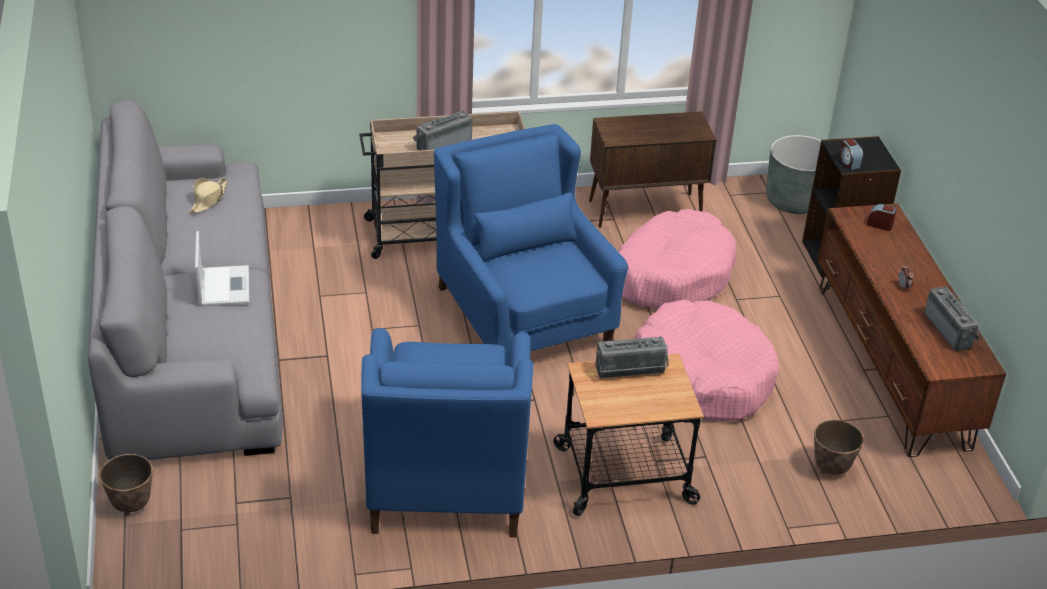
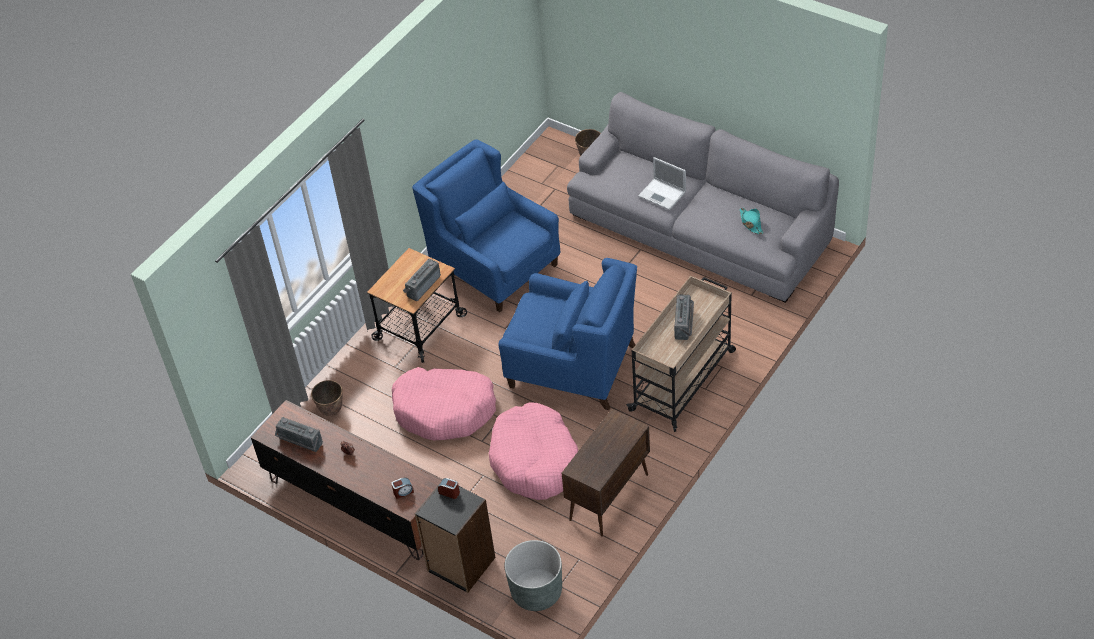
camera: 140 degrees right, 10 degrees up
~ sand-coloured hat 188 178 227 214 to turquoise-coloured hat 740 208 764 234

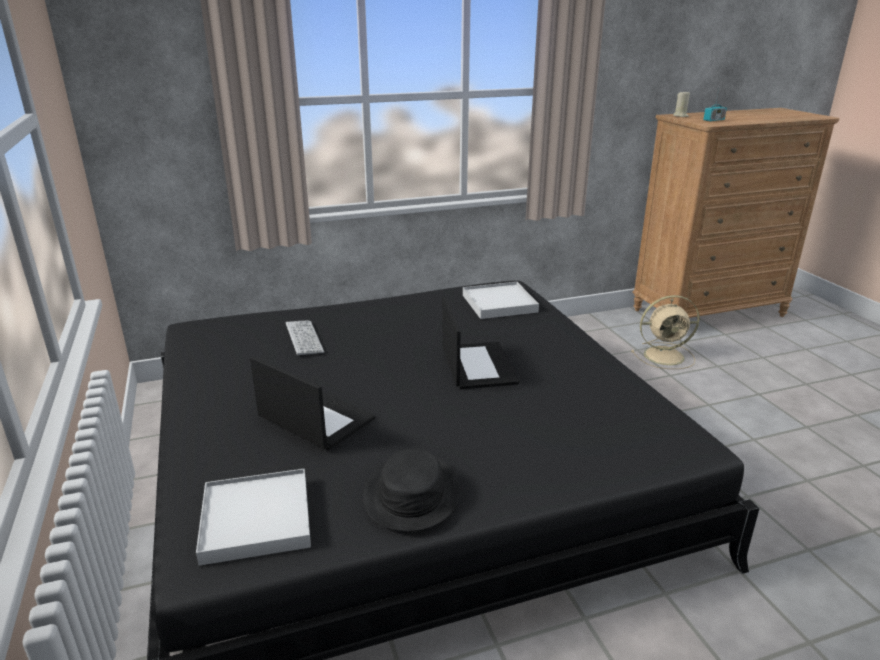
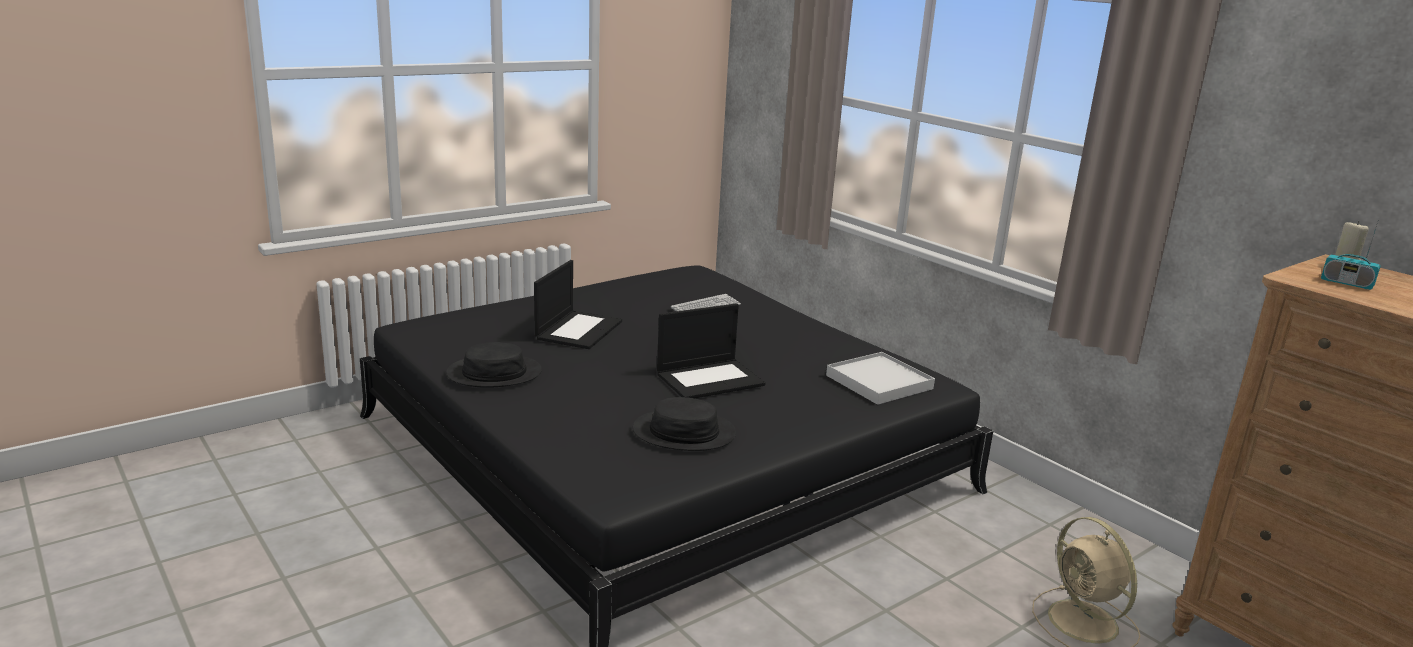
camera: 70 degrees right, 5 degrees down
+ black-coloured hat 633 397 736 451
- white-coloured tray 196 469 311 566

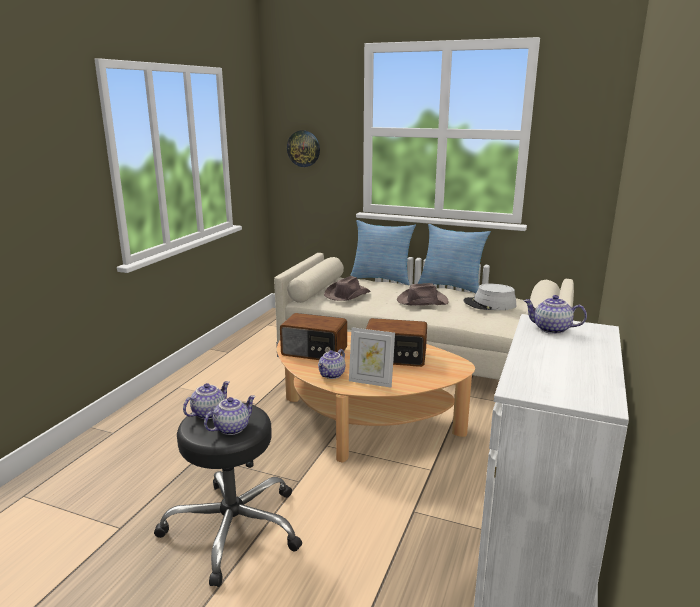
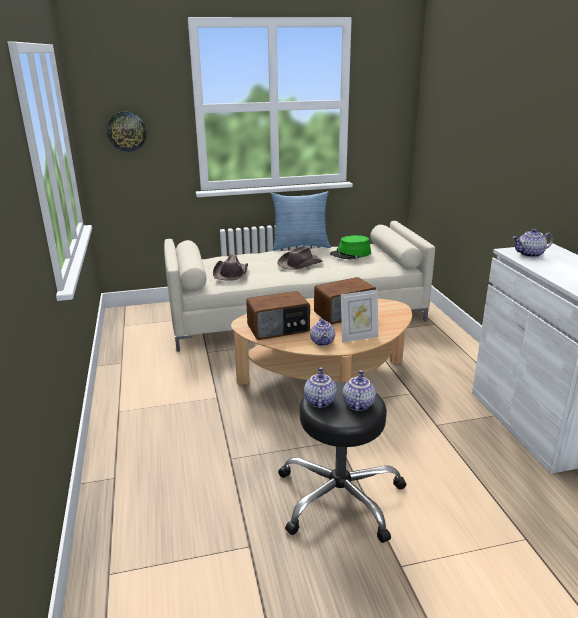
camera: 35 degrees left, 5 degrees up
~ grey hat 463 284 517 310 to greenish hat 330 235 371 260
- cushion 350 220 416 285

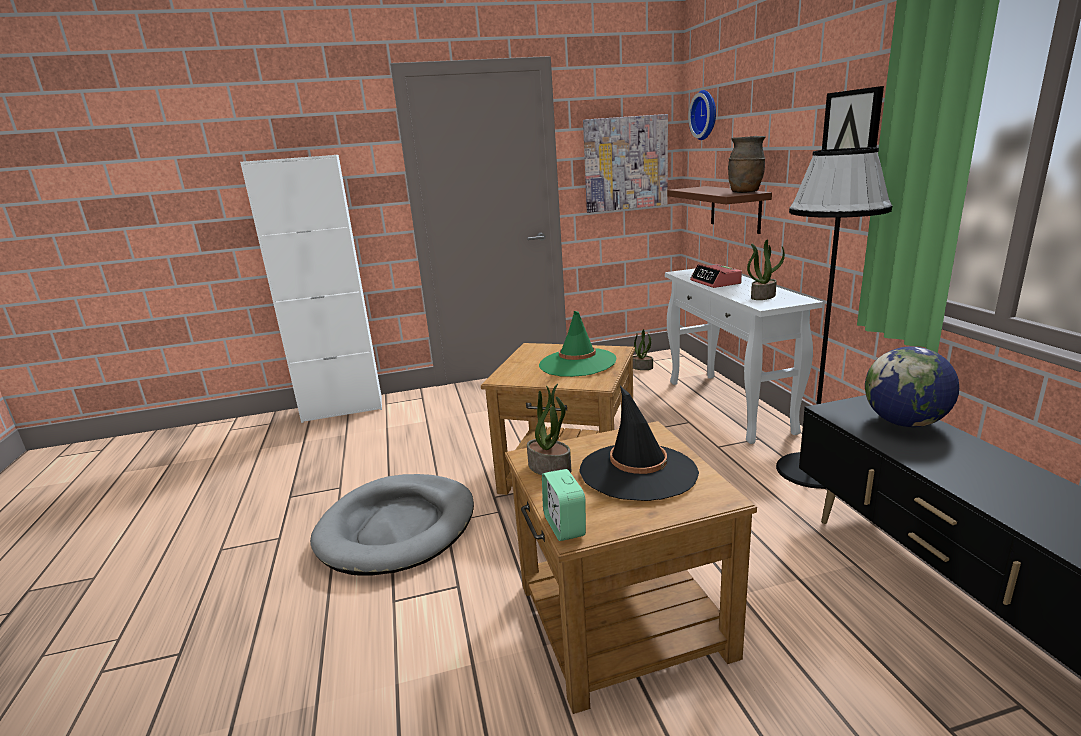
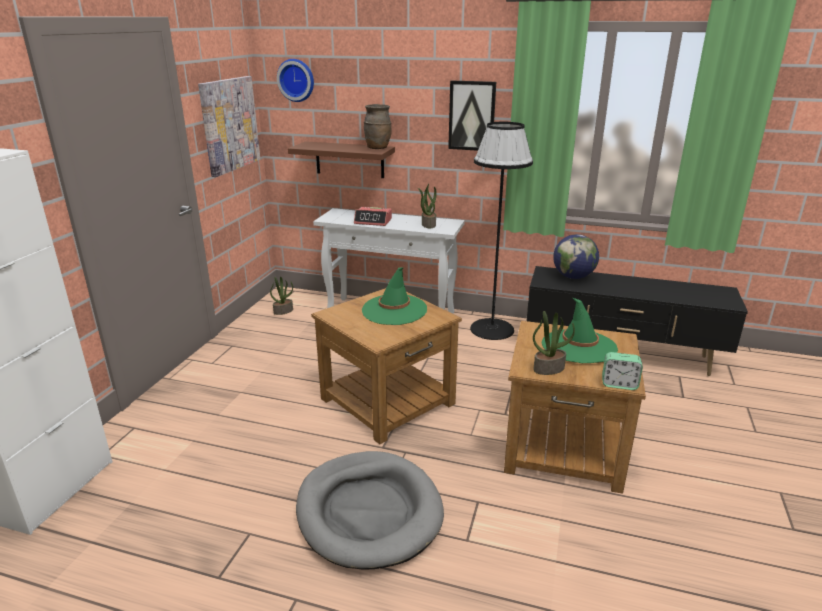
camera: 60 degrees left, 5 degrees up
~ black-coloured hat 579 386 699 501 to greenish hat 542 298 618 363

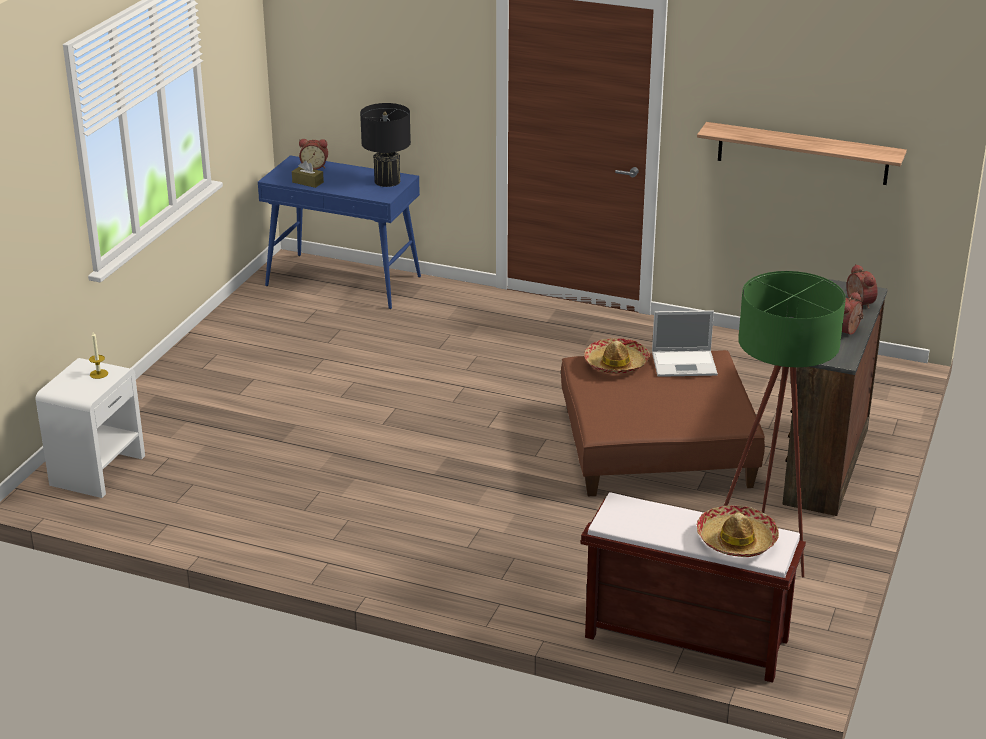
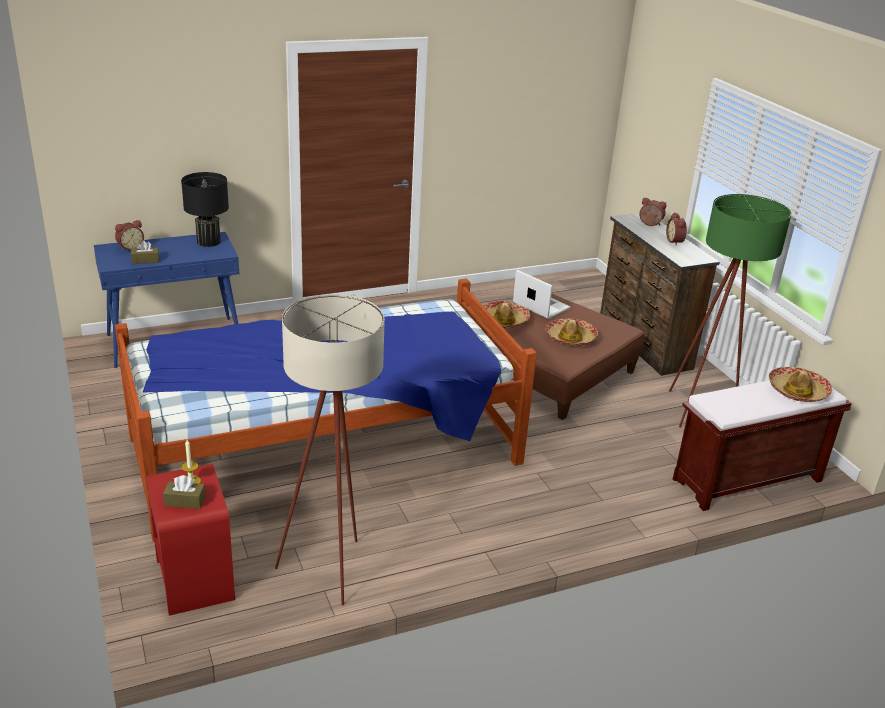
camera: 45 degrees left, 0 degrees up
+ sleeping bed 115 278 537 542
~ white-coloured night table 35 358 145 498 to red night table 146 464 235 616
+ brown-coloured box of tissues 163 475 206 509
+ sand-coloured standing lamp 275 294 385 606
~ portable computer 652 310 718 377 = 513 270 570 319 90 degrees counterclockwise
+ hat 545 319 598 346
- wall shelf 697 122 907 185

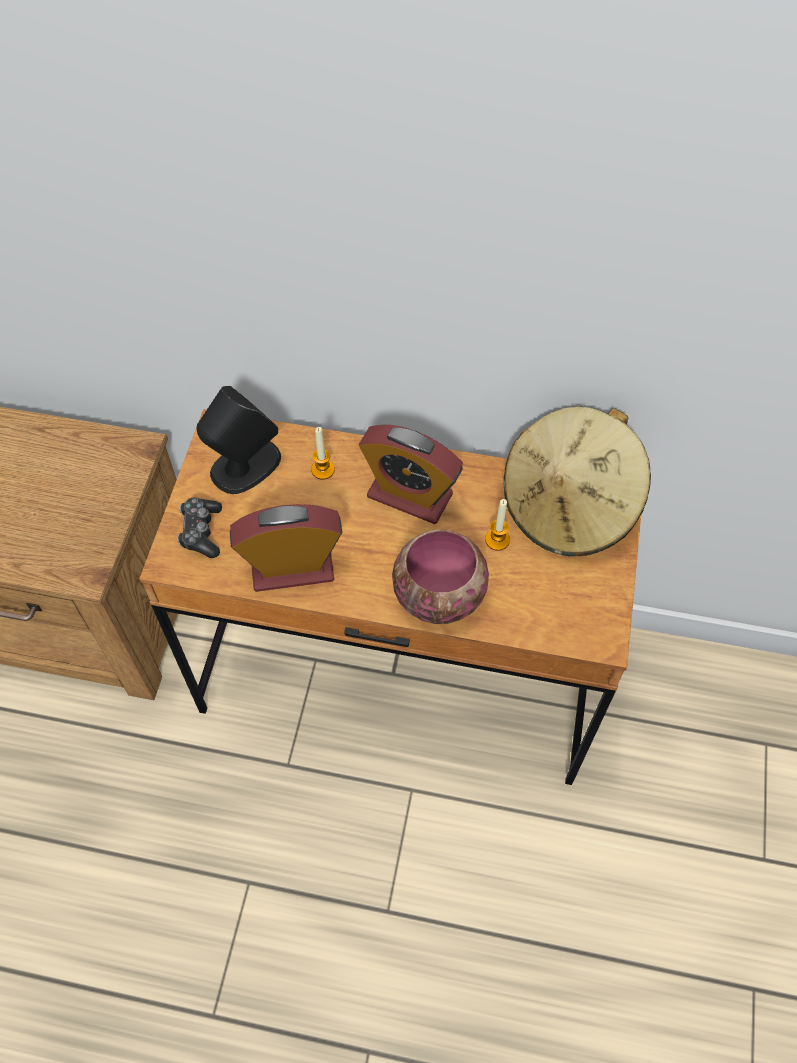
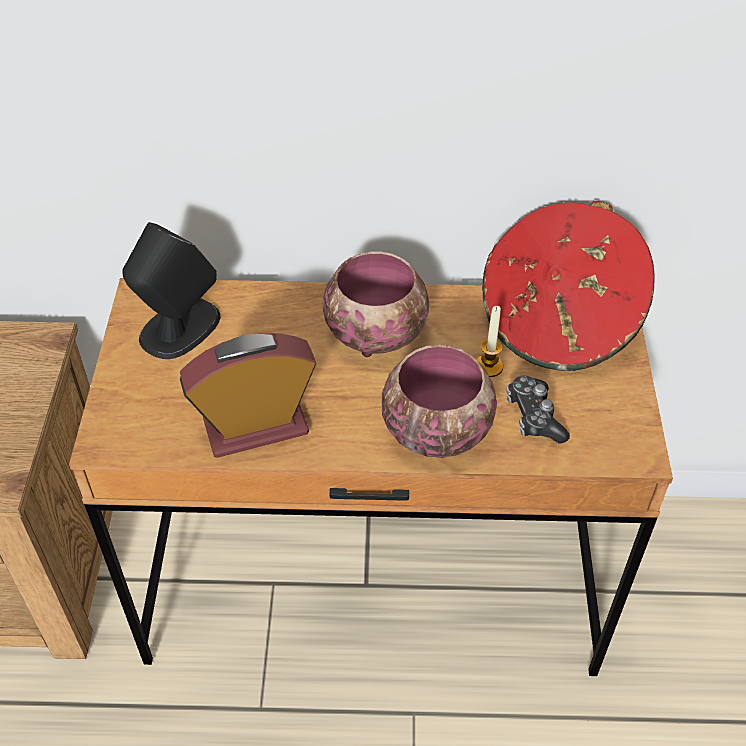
camera: 10 degrees left, 10 degrees down
~ bedside clock 359 425 463 524 to deep dish 323 252 429 357
~ sand-coloured hat 504 407 651 556 to red hat 482 200 655 371
~ joypad 177 497 222 558 to 506 375 570 444
- wax candle 311 427 335 480

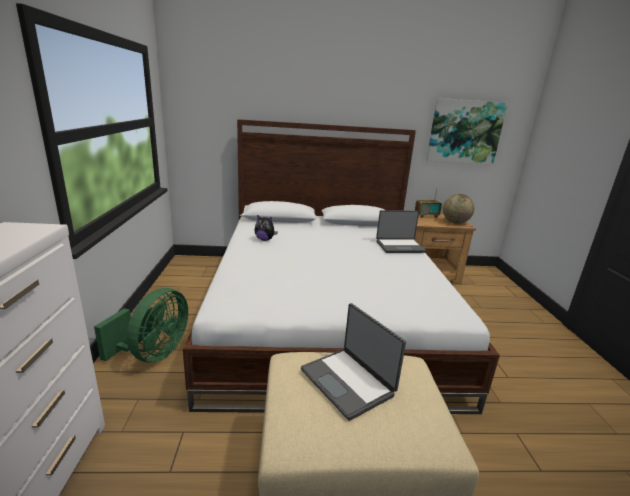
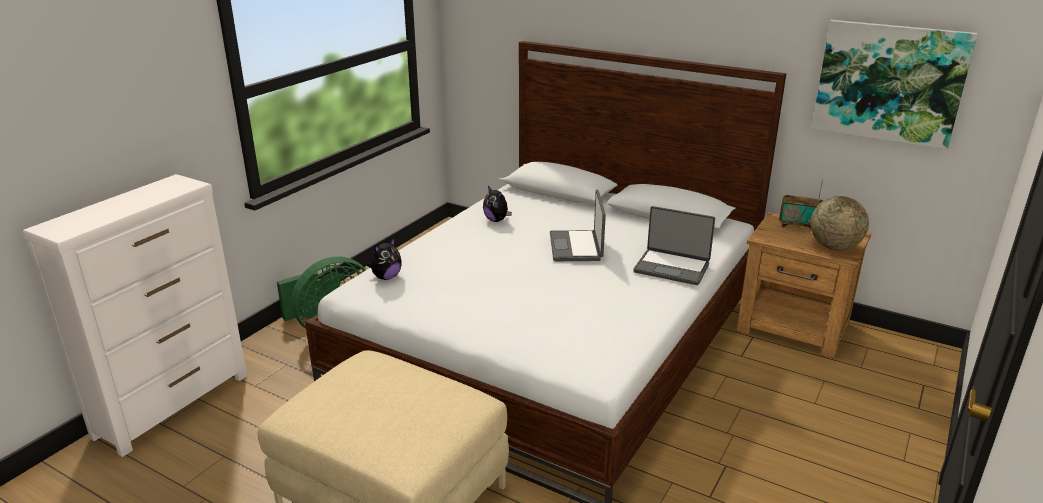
camera: 35 degrees right, 5 degrees up
+ cuddly toy 367 238 402 280
~ portable computer 301 303 406 421 to 550 190 606 261

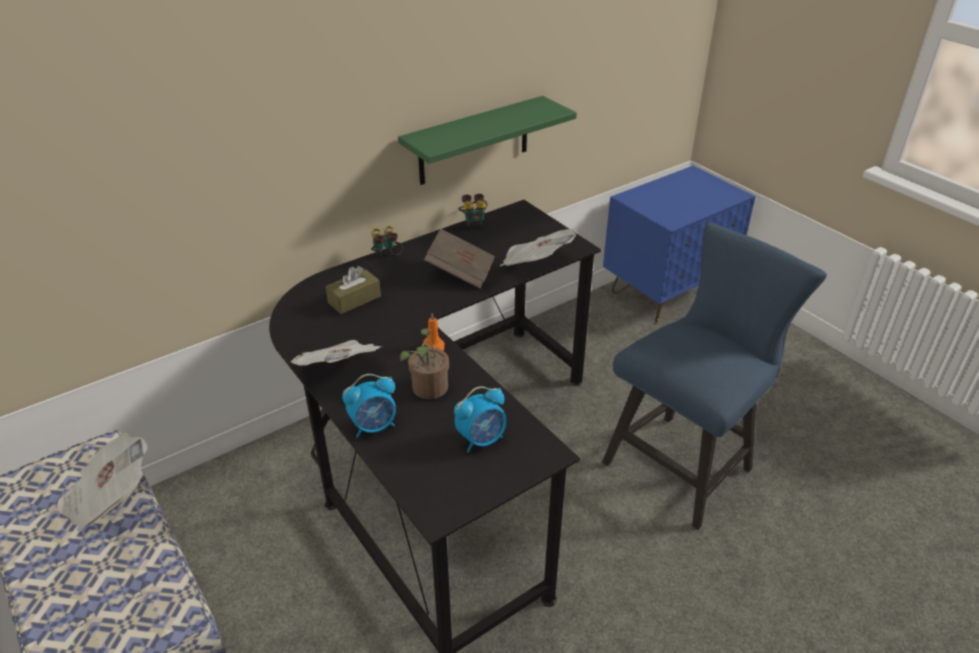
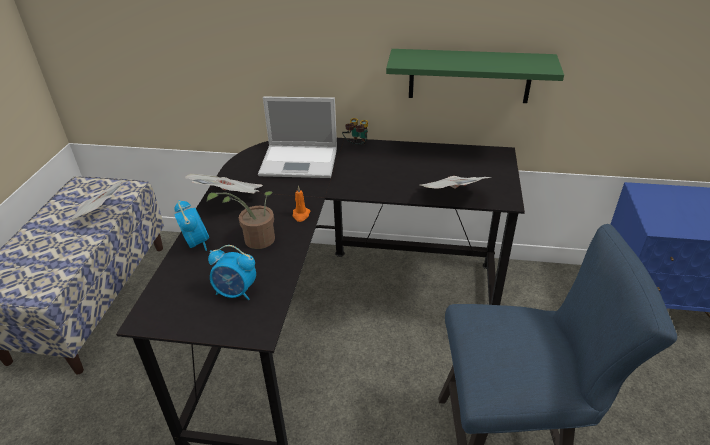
camera: 45 degrees right, 0 degrees up
~ bedside clock 342 374 396 438 = 174 200 209 251 135 degrees counterclockwise
~ brown-coloured box of tissues 325 266 381 314 to portable computer 258 97 337 178
- brown-coloured bound book 424 228 495 289
- pair of binoculars 458 194 487 228

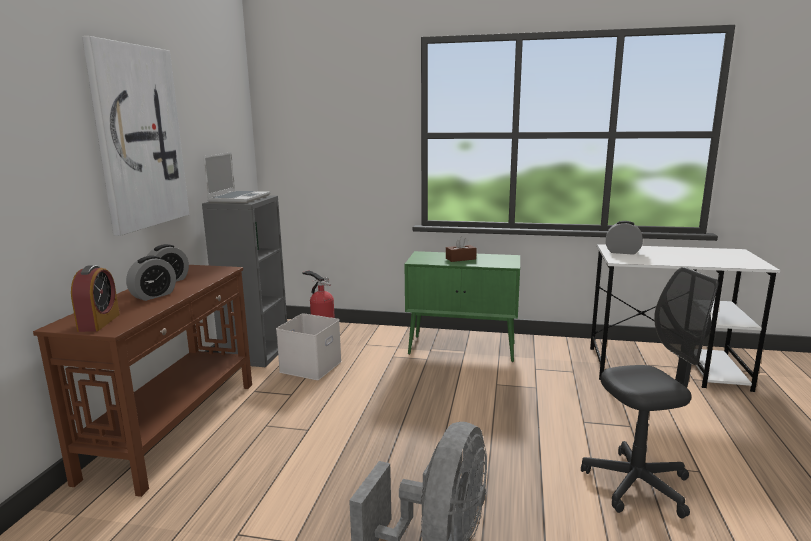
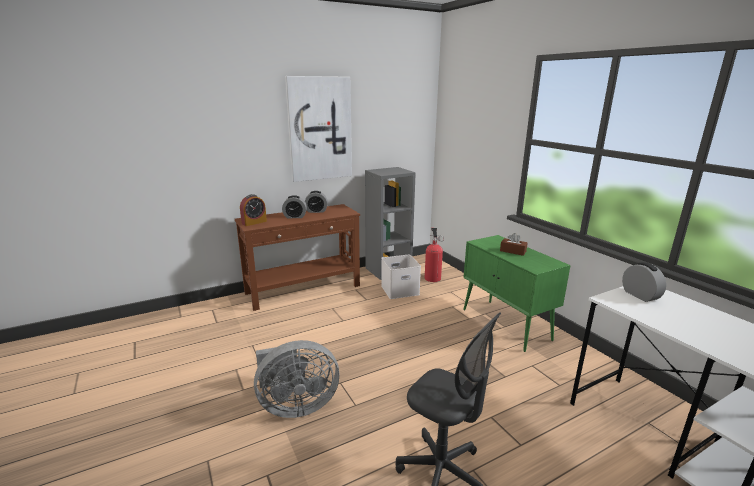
camera: 50 degrees right, 5 degrees up
- portable computer 203 152 270 203

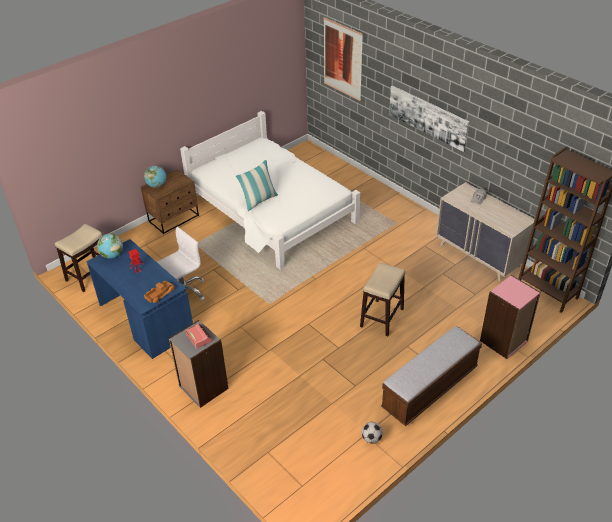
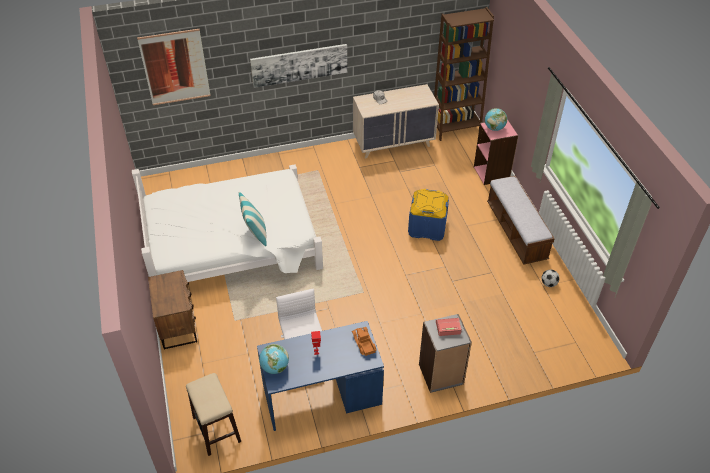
camera: 65 degrees left, 5 degrees up
~ stool 360 263 405 336 to blue-coloured storage bin 408 189 449 241
~ world globe 144 166 166 188 to 485 108 507 131

